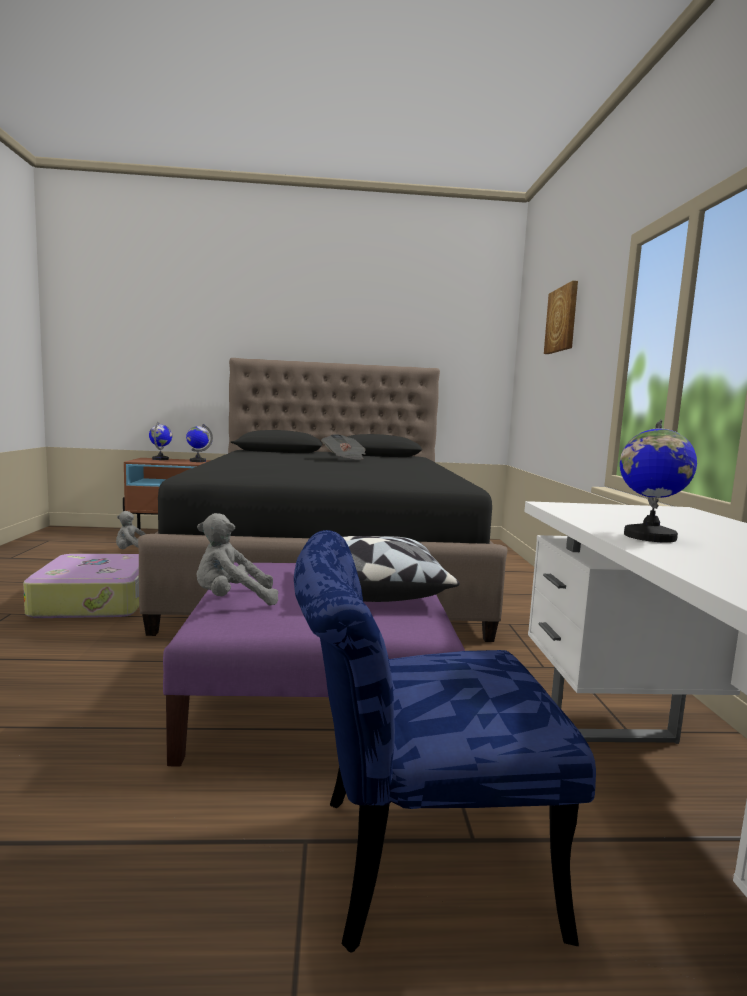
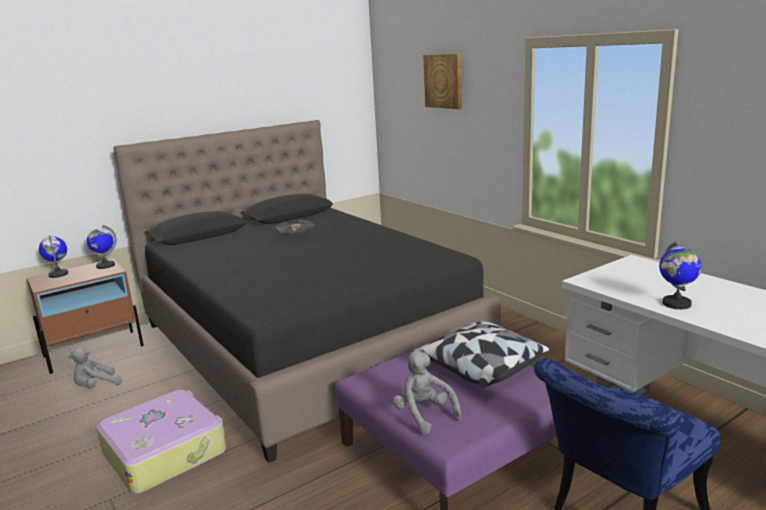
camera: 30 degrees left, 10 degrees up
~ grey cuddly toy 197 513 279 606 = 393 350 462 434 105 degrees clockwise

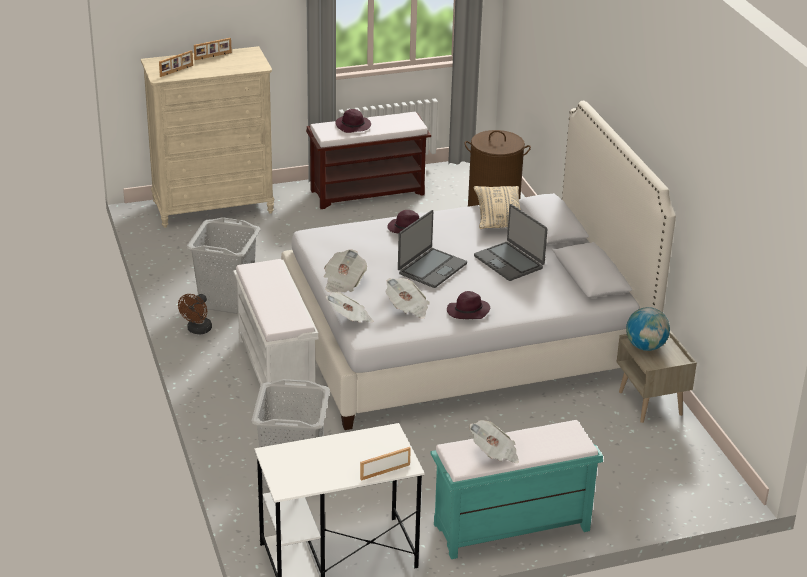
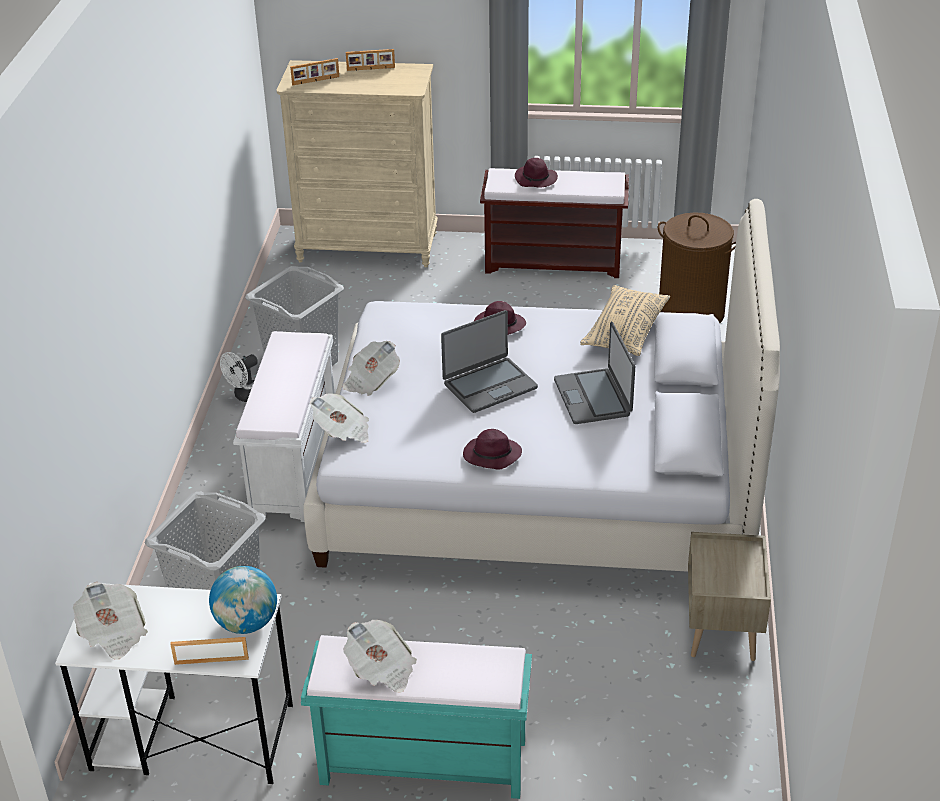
camera: 25 degrees right, 5 degrees up
~ printed paper 385 278 430 319 to 73 582 148 659
~ world globe 626 307 670 351 to 209 566 277 634
~ brown-coloured fan 178 294 212 334 to white-coloured fan 220 352 258 402

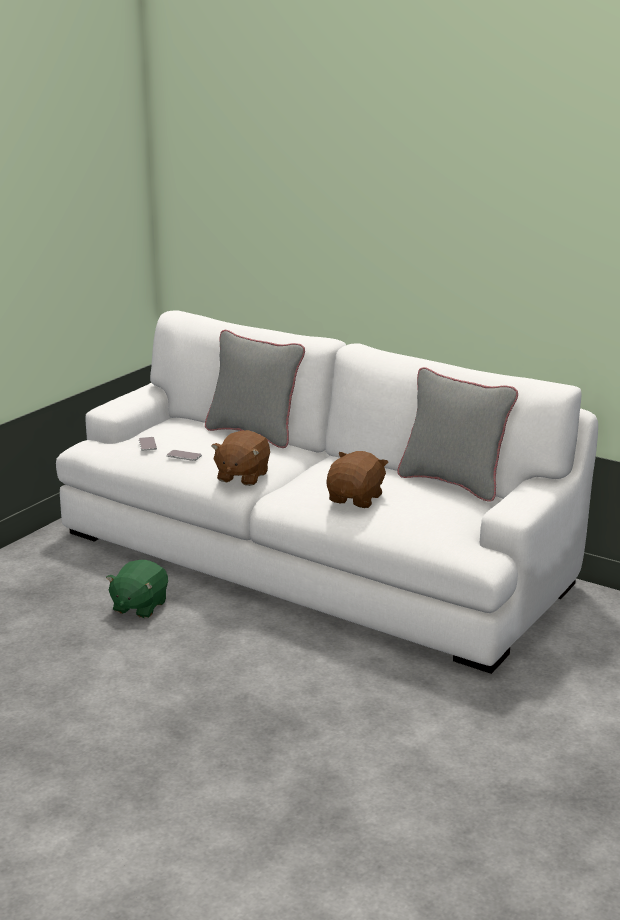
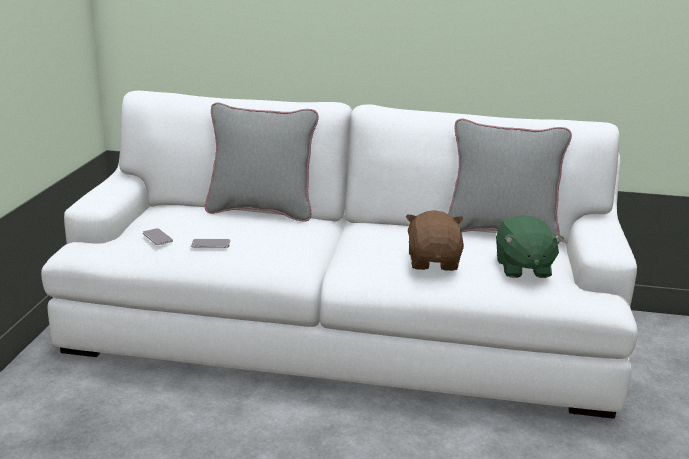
camera: 25 degrees left, 0 degrees up
~ greenish cuddly toy 106 560 168 618 to 496 215 564 278
- brown-coloured cuddly toy 211 430 270 486

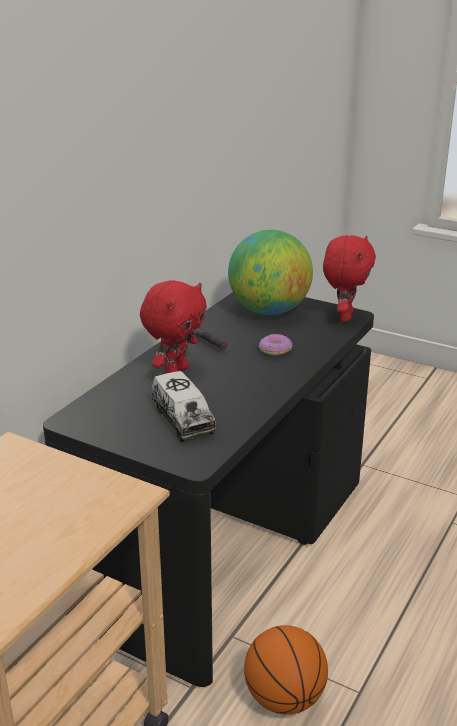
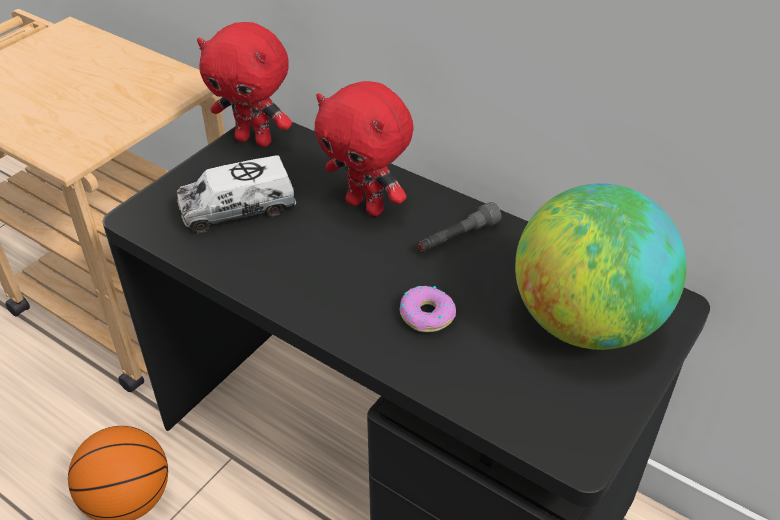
camera: 95 degrees right, 15 degrees up
~ red cuddly toy 323 235 376 322 to 197 22 292 147

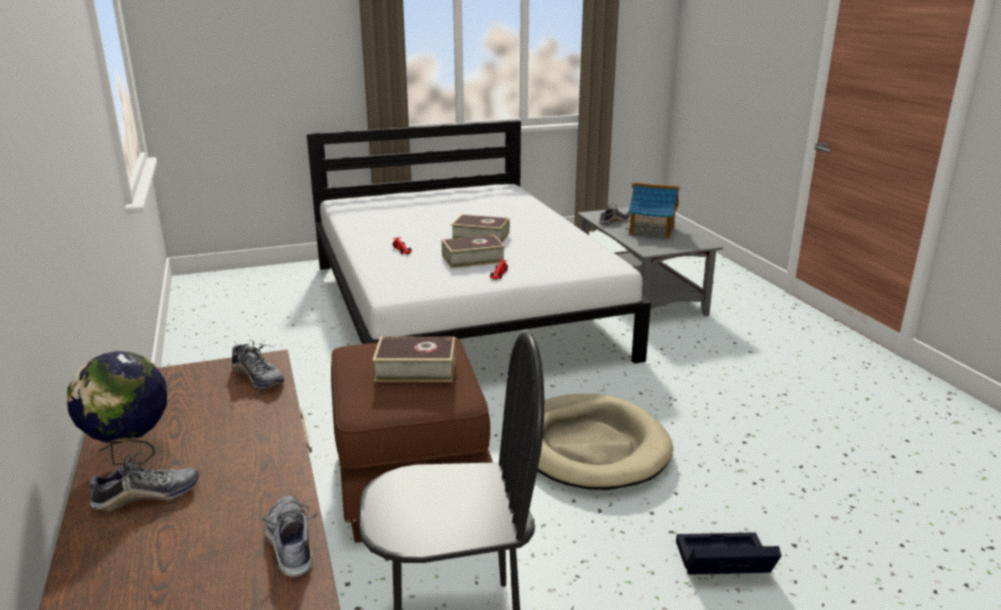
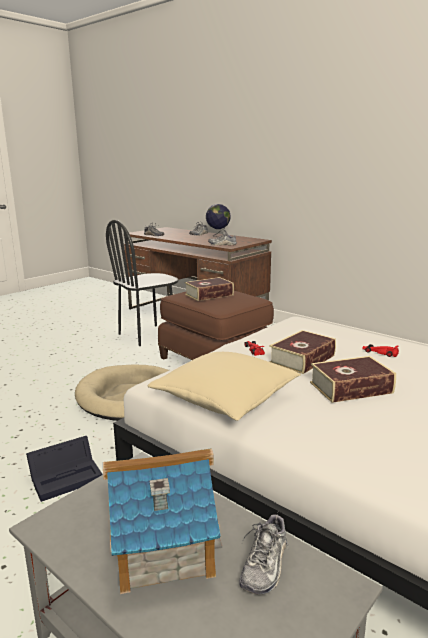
camera: 150 degrees right, 5 degrees down
~ black-coloured storage bin 676 532 782 575 to 26 436 102 502
+ sand-coloured cushion 148 352 301 421

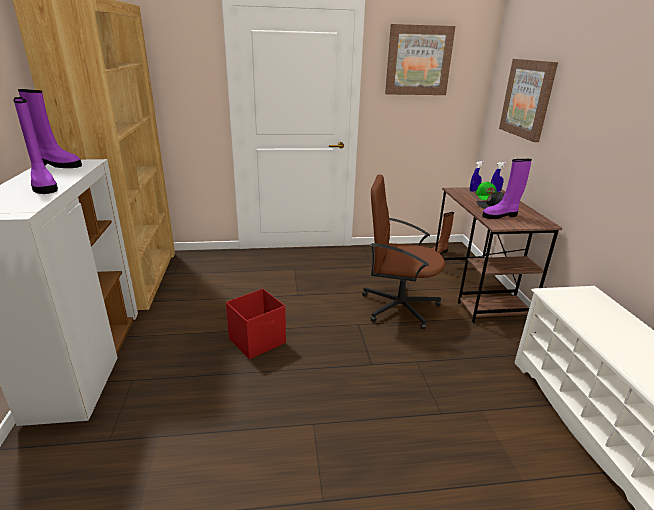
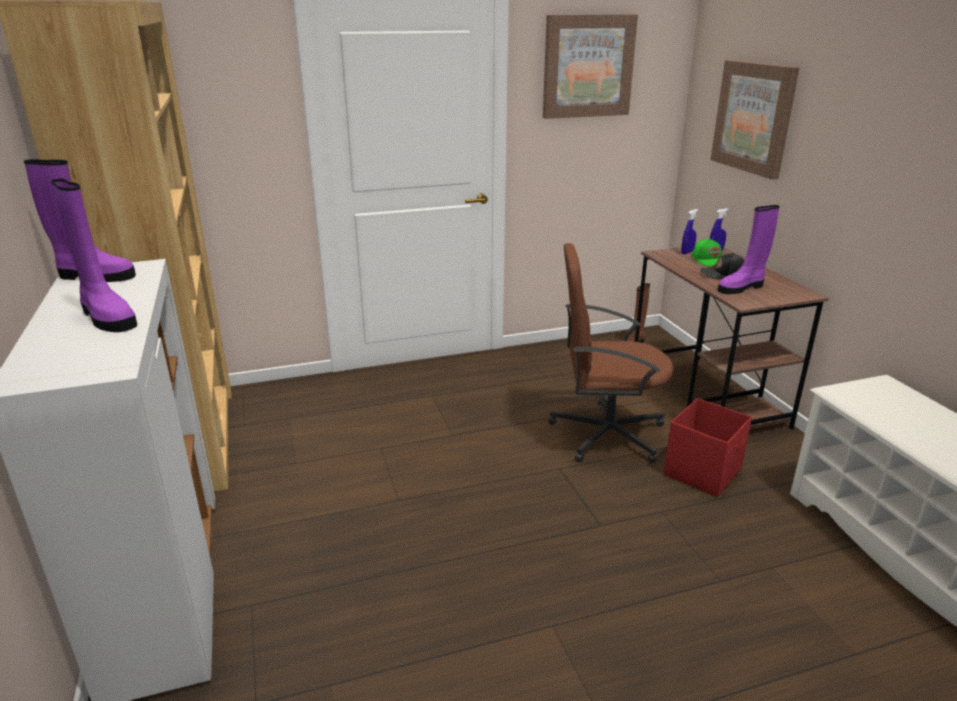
camera: 10 degrees left, 0 degrees up
~ red storage bin 226 289 286 359 to 664 398 752 497

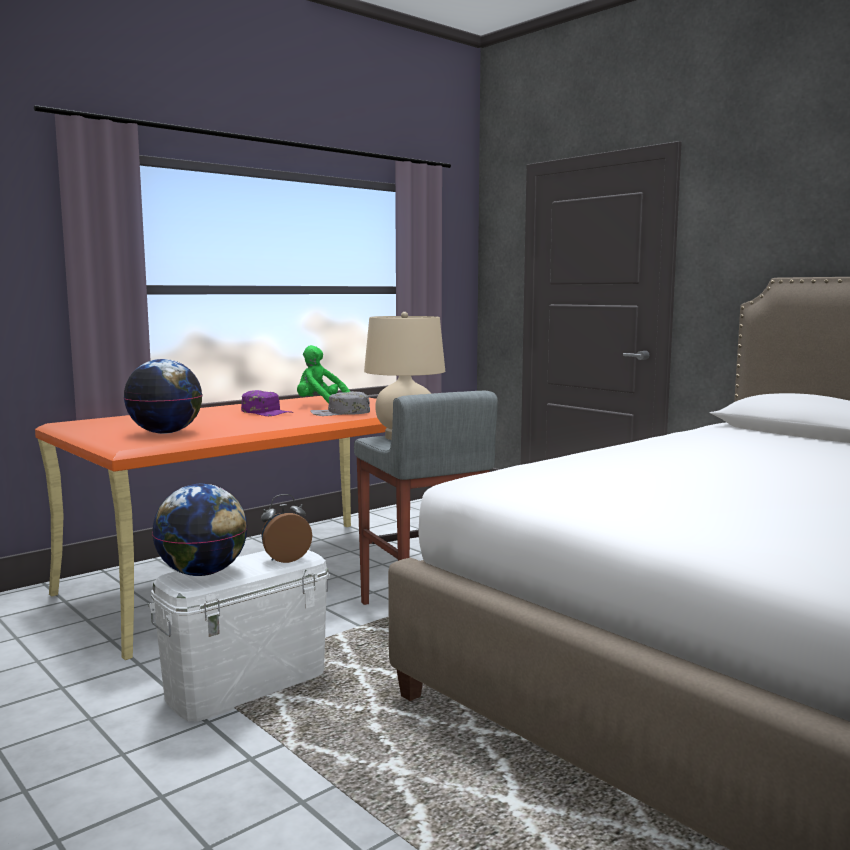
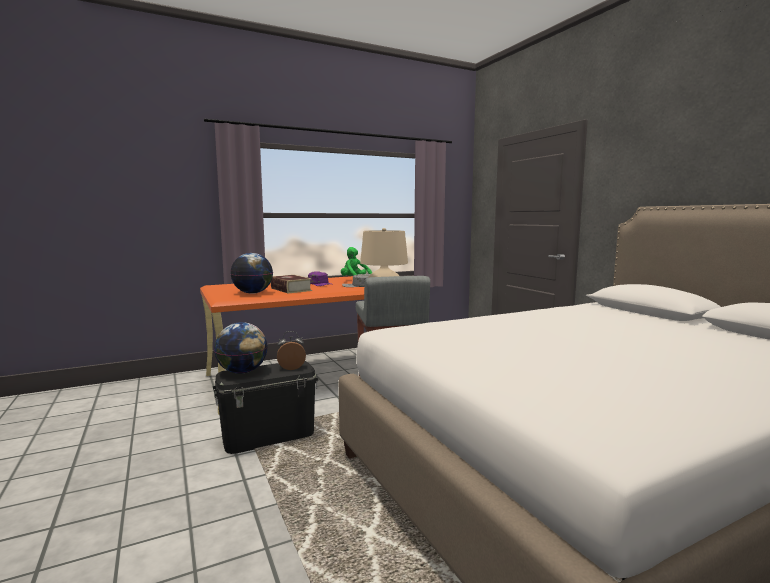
camera: 15 degrees right, 0 degrees up
~ white-coloured storage bin 148 550 330 721 to black-coloured storage bin 213 361 318 454
+ bound book 271 275 312 293

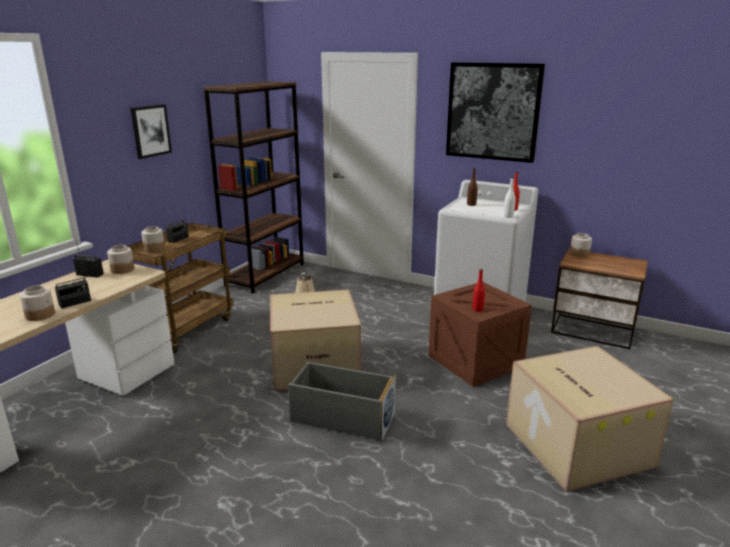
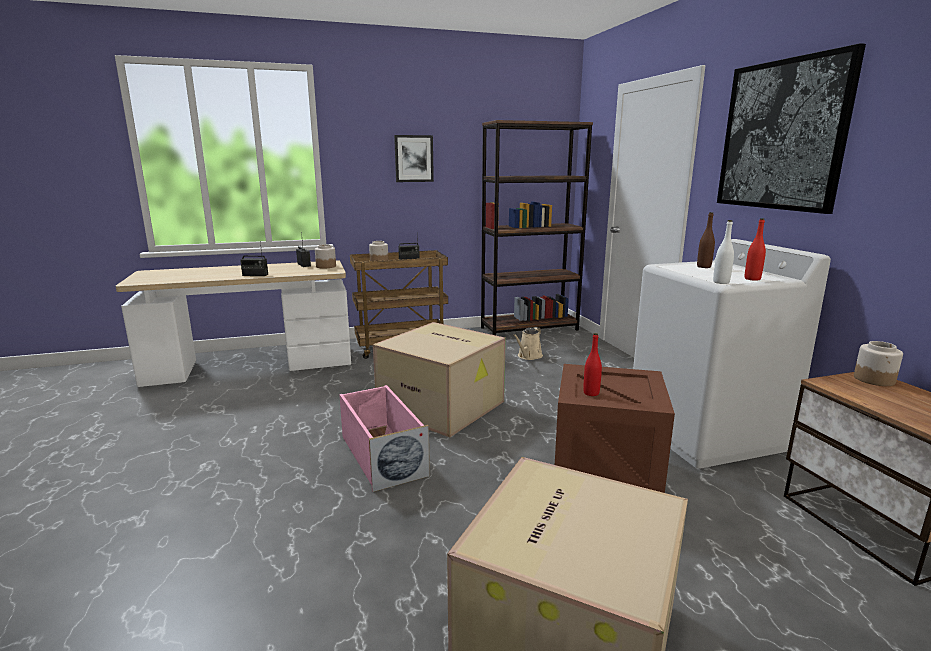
camera: 45 degrees right, 5 degrees down
~ grey storage bin 288 362 396 442 to pink storage bin 339 385 430 492
- storage jar 20 285 55 321

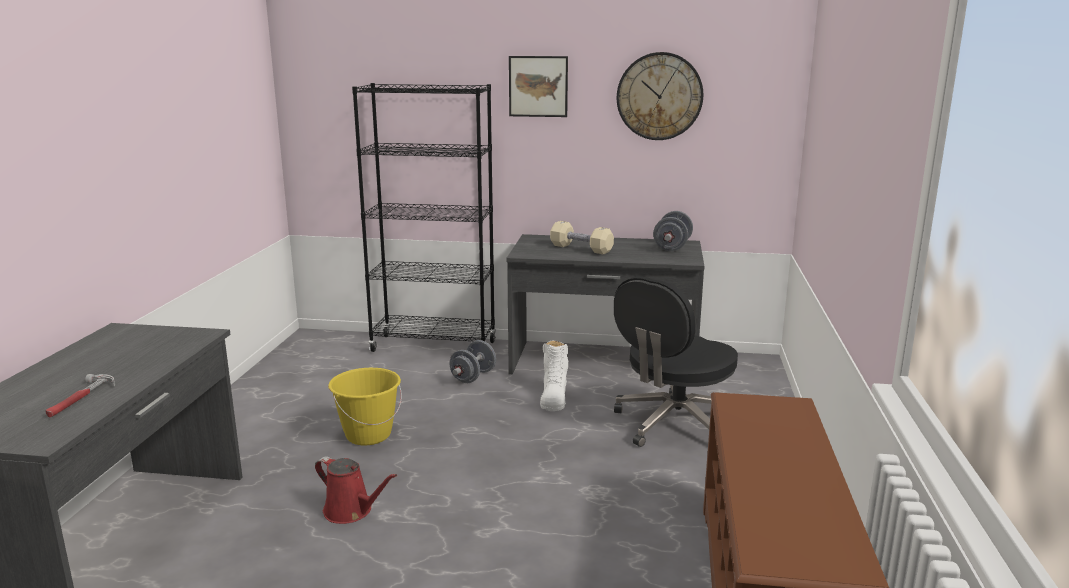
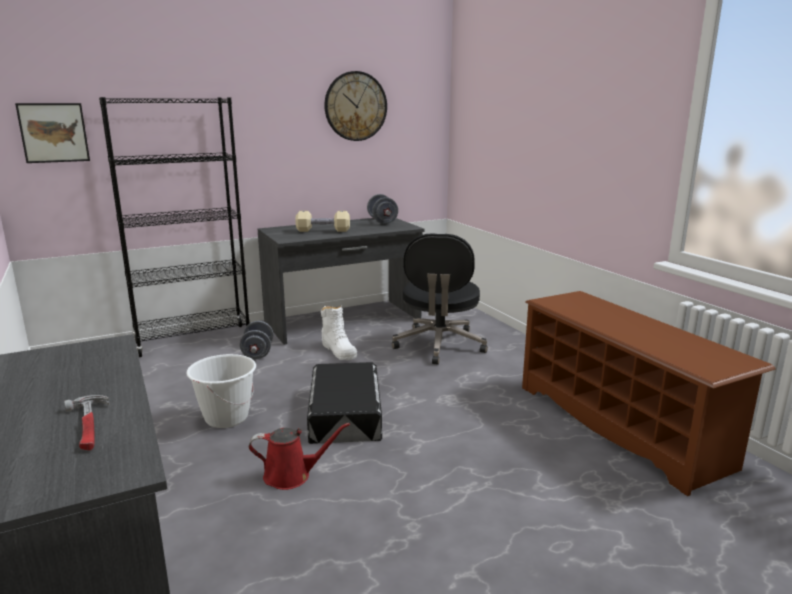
camera: 35 degrees left, 0 degrees up
~ wall art 509 56 568 117 to 15 103 90 163
~ yellow-coloured bucket 328 368 402 445 to white-coloured bucket 187 354 256 428
+ black-coloured storage bin 307 362 383 444

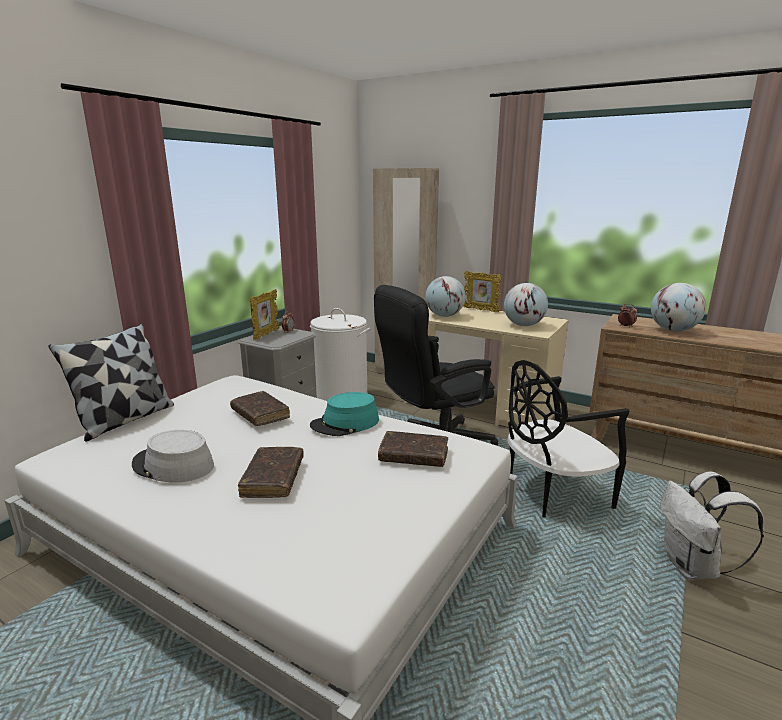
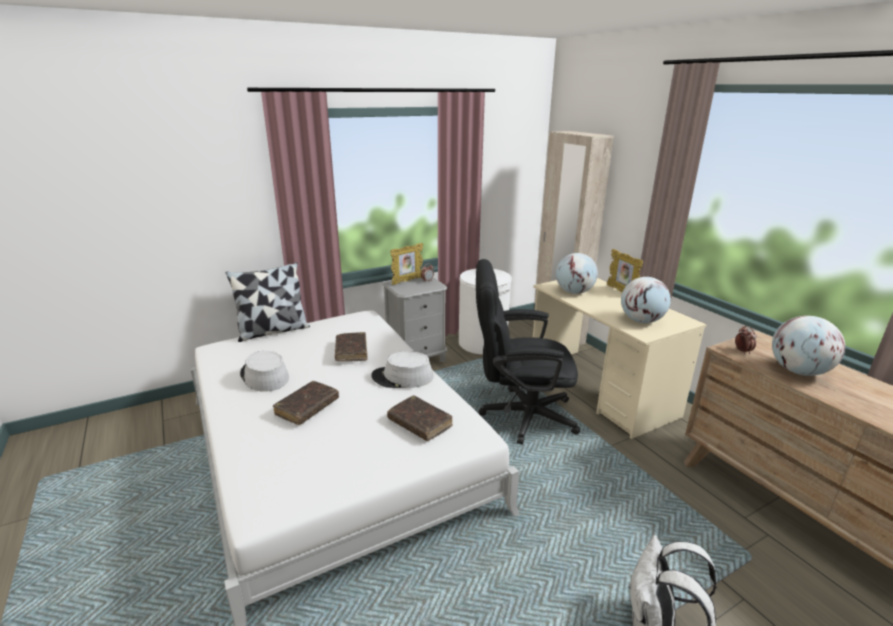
camera: 30 degrees right, 5 degrees up
~ turquoise-coloured hat 310 392 379 436 to grey hat 371 351 433 388
- black-coloured plain chair 507 360 630 518

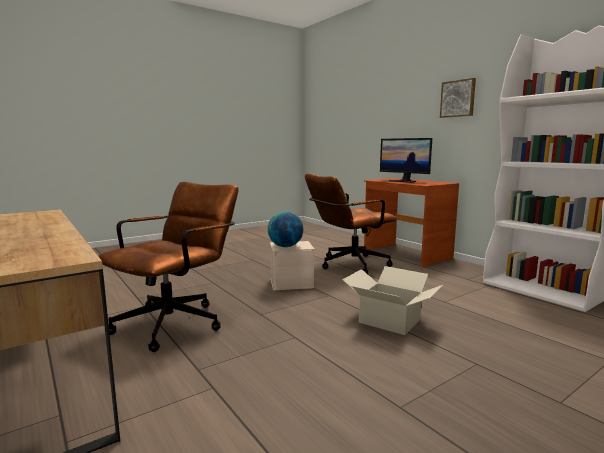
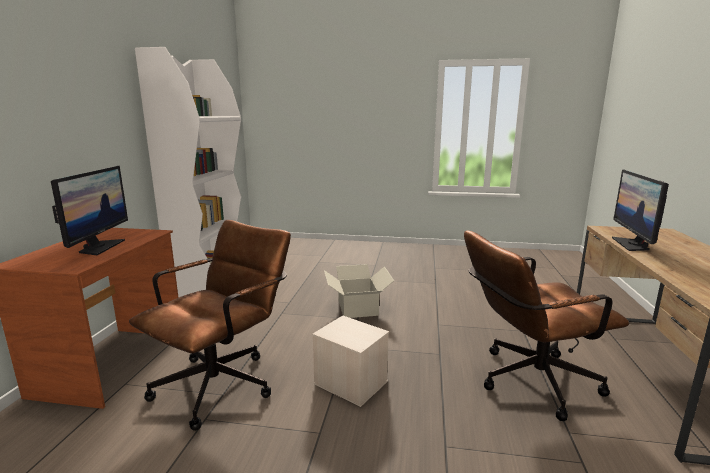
camera: 135 degrees left, 5 degrees up
~ brown-coloured desk chair 305 173 397 274 = 129 220 291 431 75 degrees counterclockwise
+ computer screen 612 170 669 251
- world globe 268 211 303 247
- wall art 440 78 476 118

